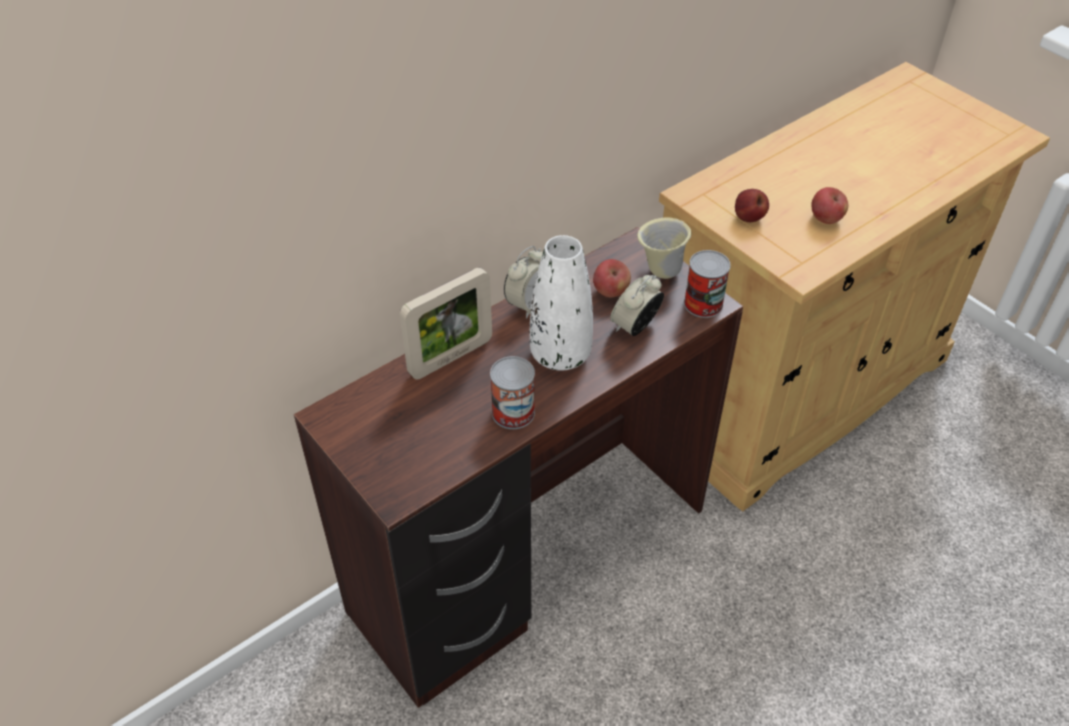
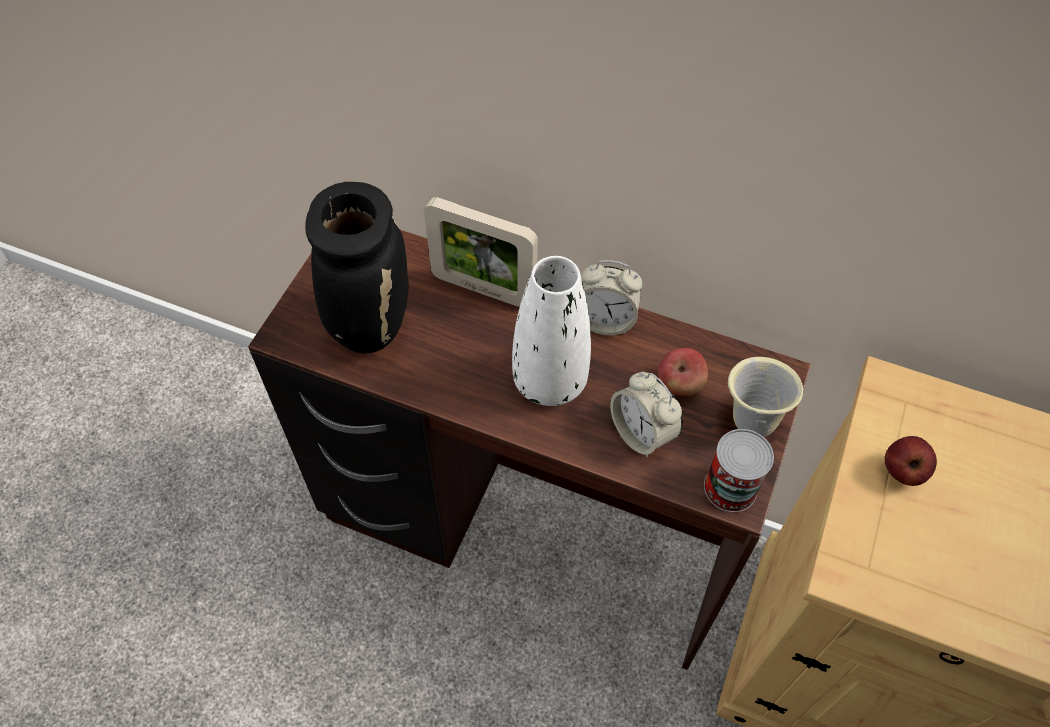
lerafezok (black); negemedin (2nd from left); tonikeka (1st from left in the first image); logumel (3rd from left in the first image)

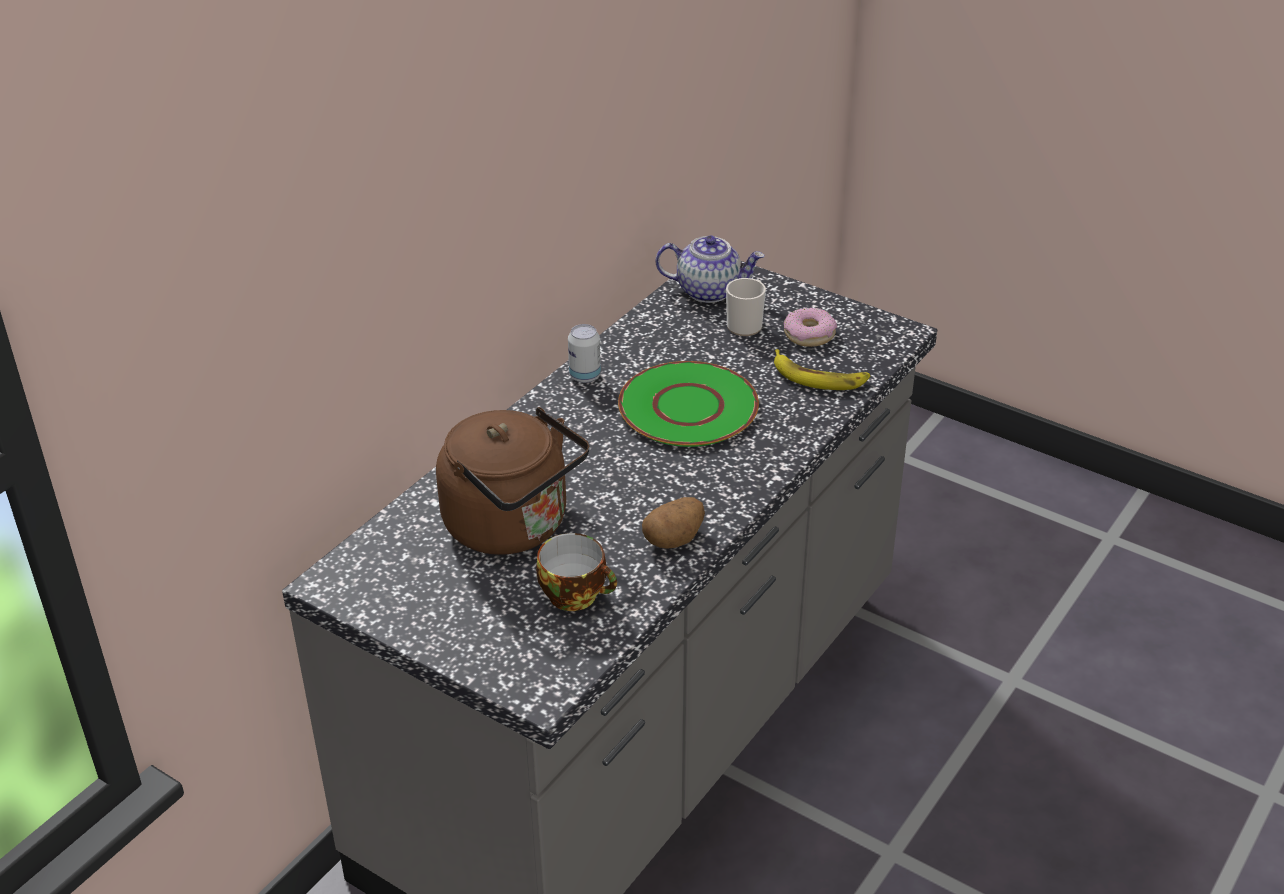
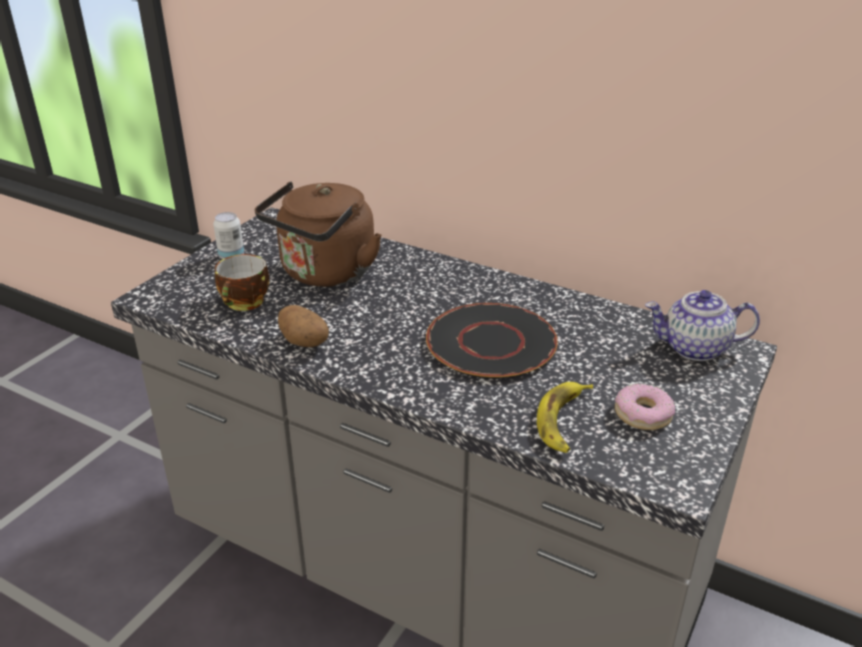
tonikeka; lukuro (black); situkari; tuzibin

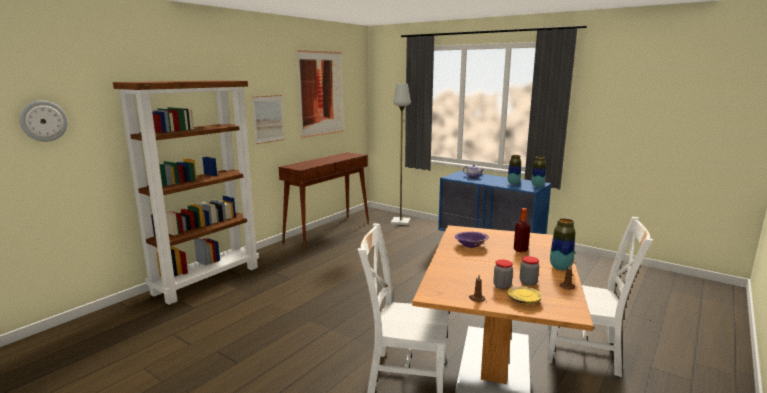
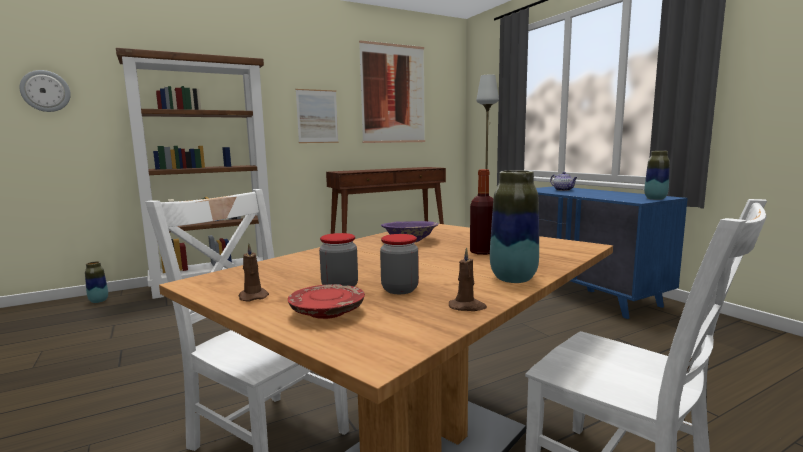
lerafezok (1st from left); lukuro (red)

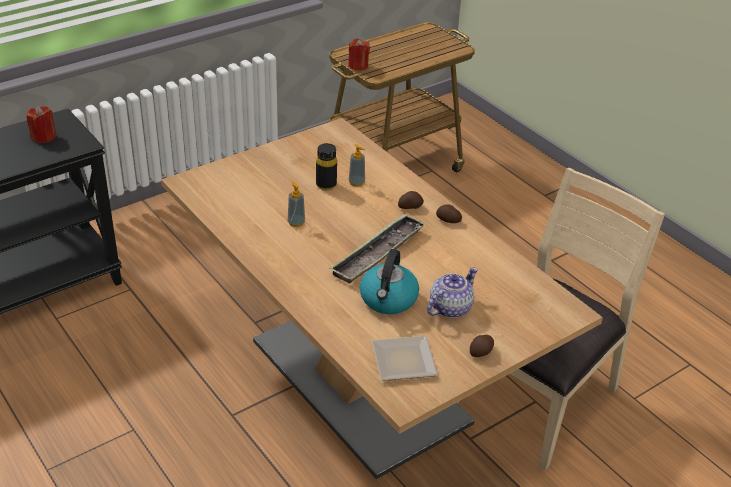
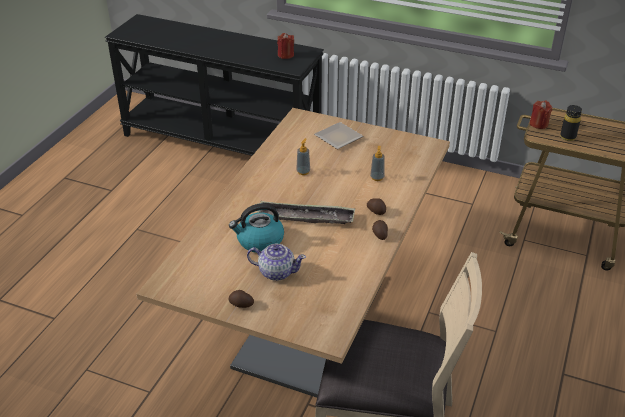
lukuro; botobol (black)

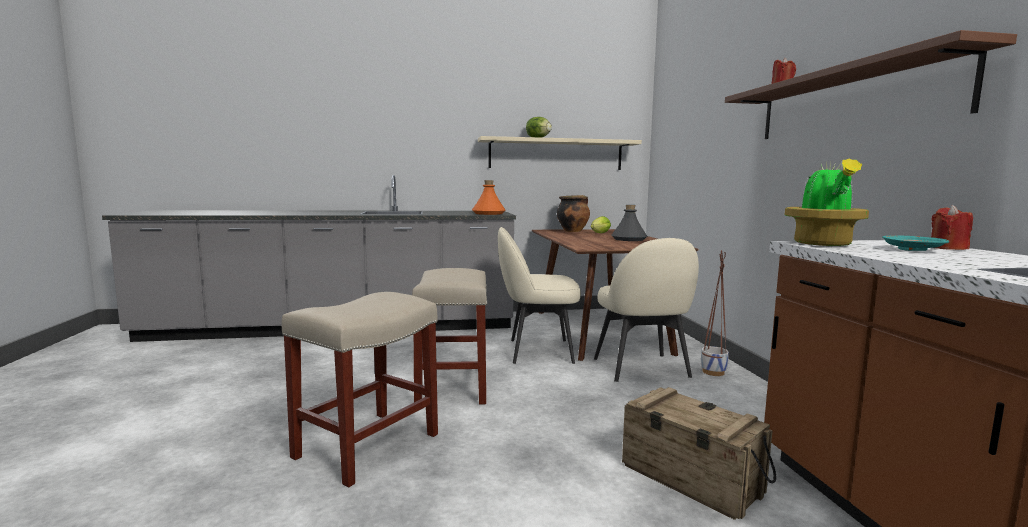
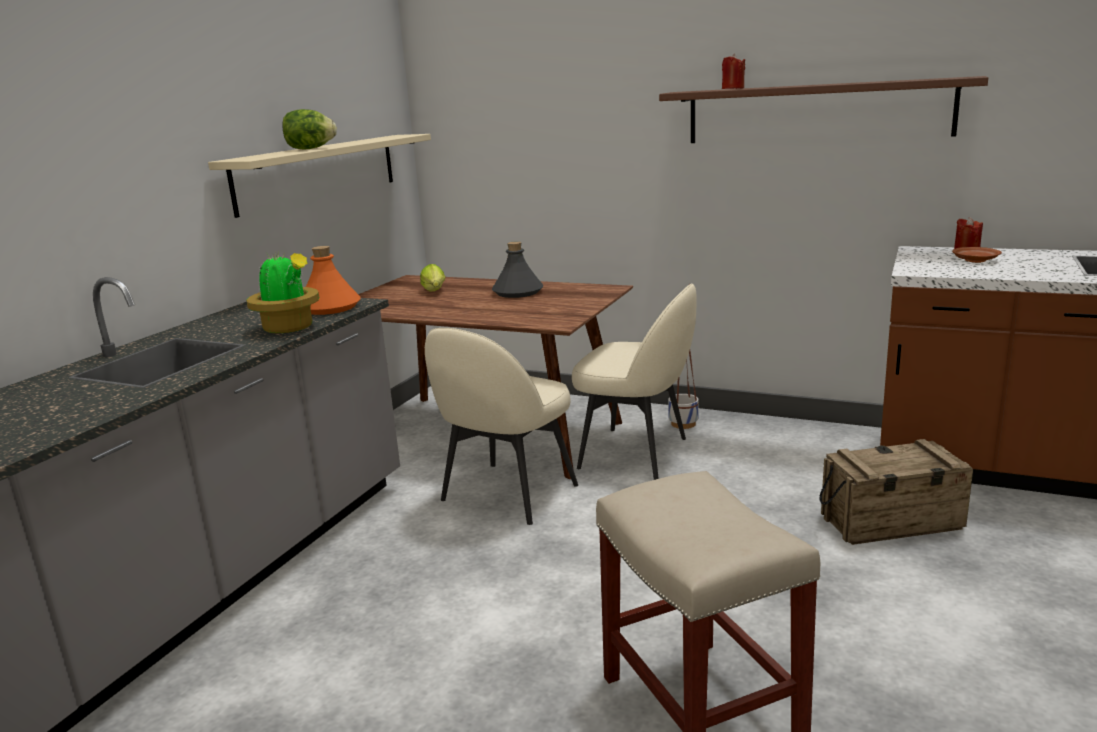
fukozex; lukuro (brown); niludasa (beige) (2nd from left in the first image); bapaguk

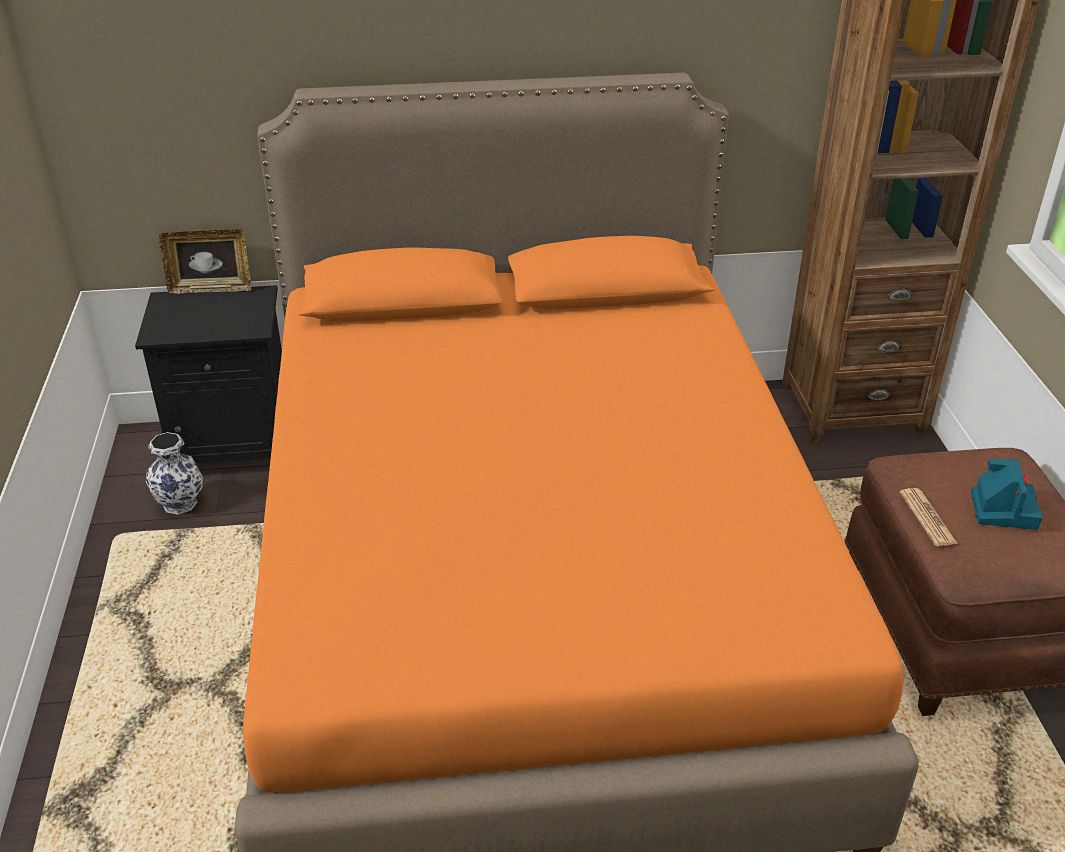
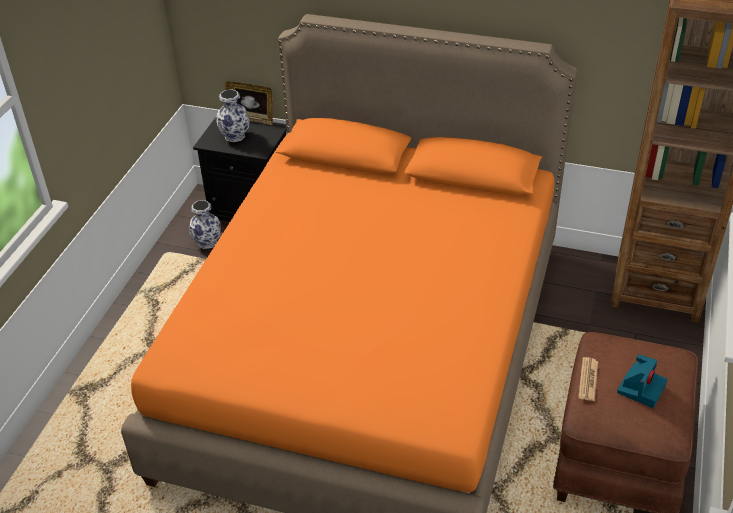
lerafezok (2nd from left)

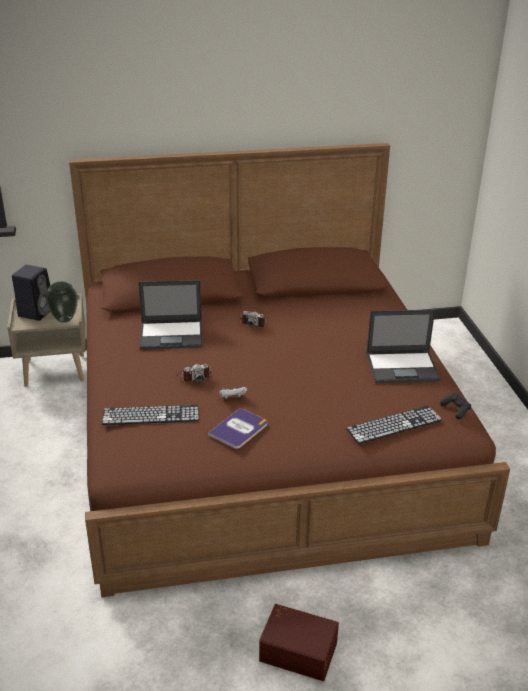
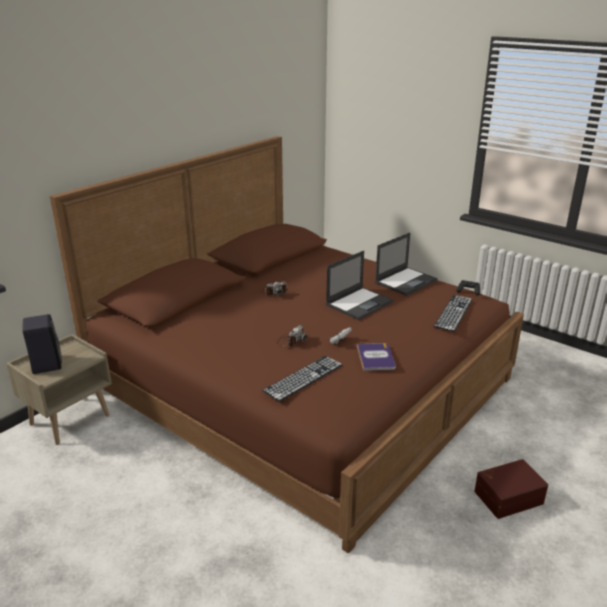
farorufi (1st from left); lerafezok

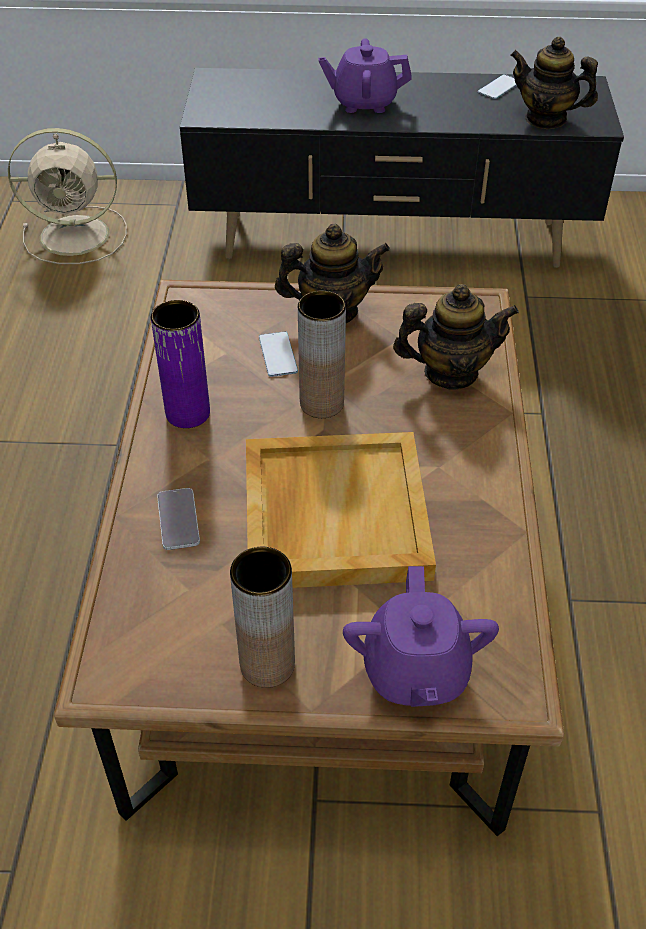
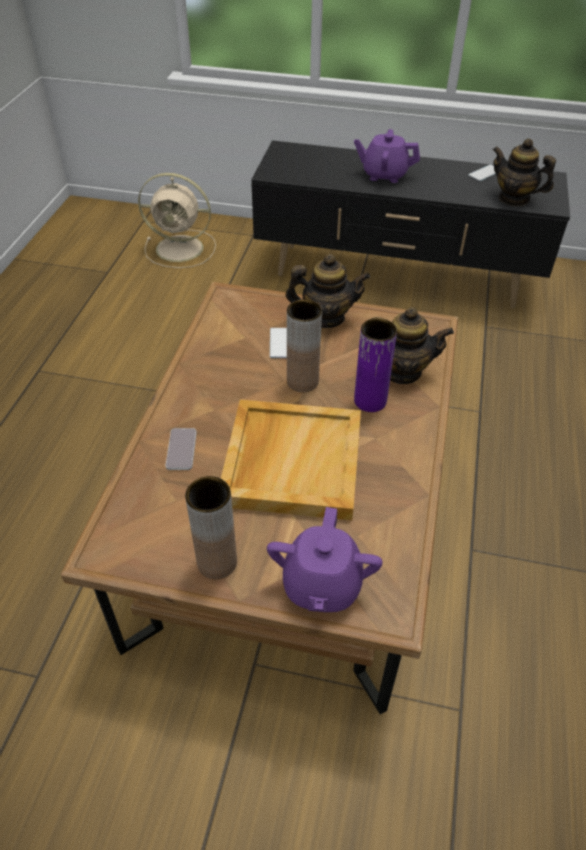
lerafezok (purple)

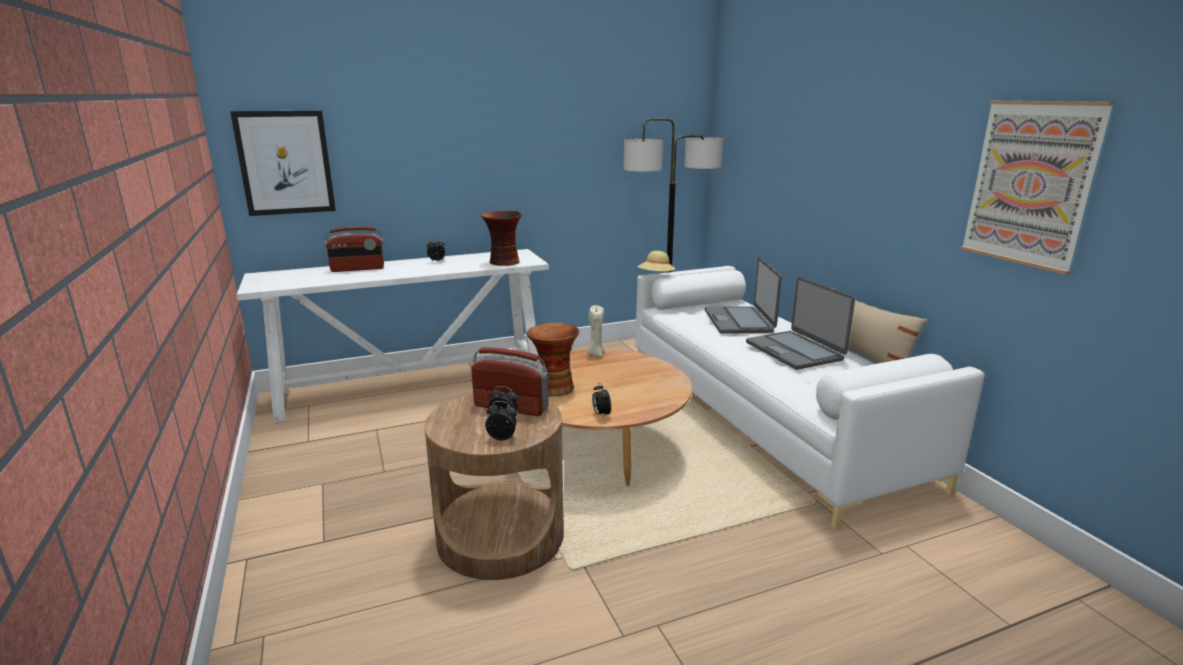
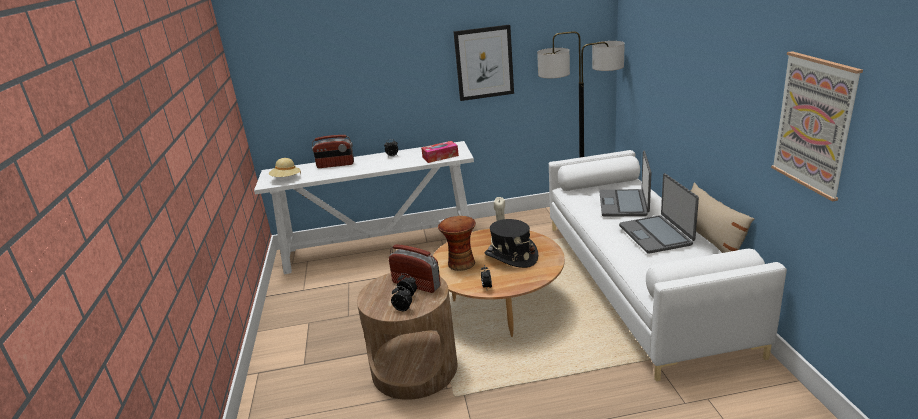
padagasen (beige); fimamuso; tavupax (1st from left); padagasen (black)

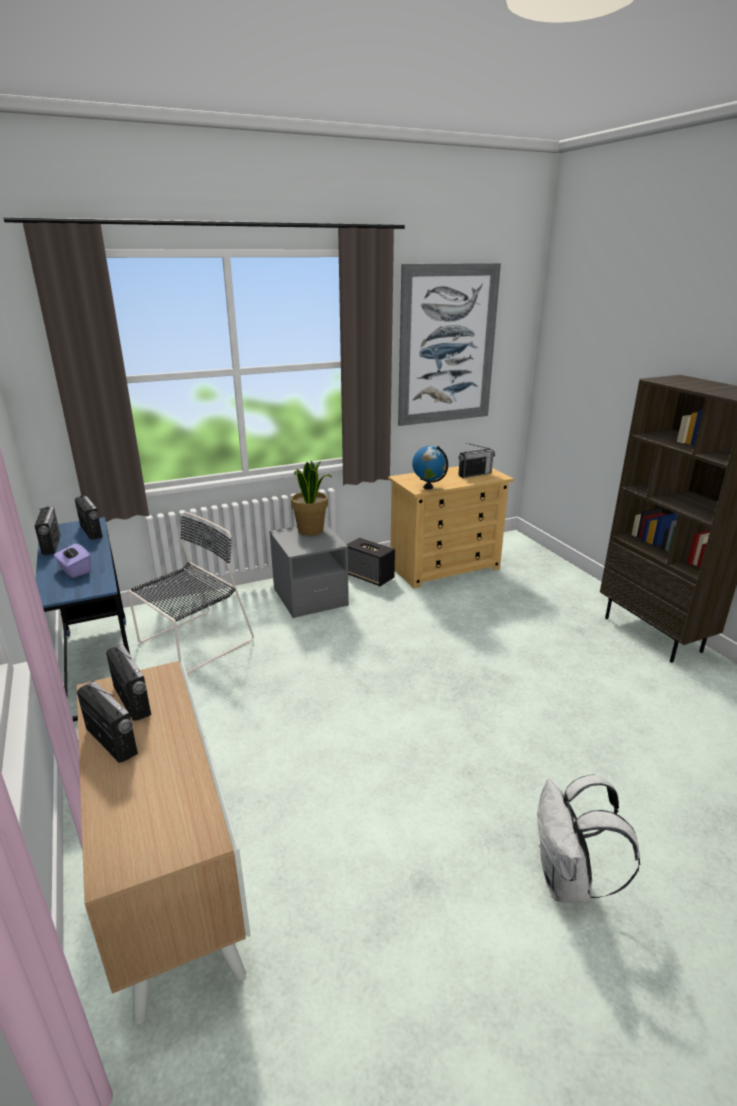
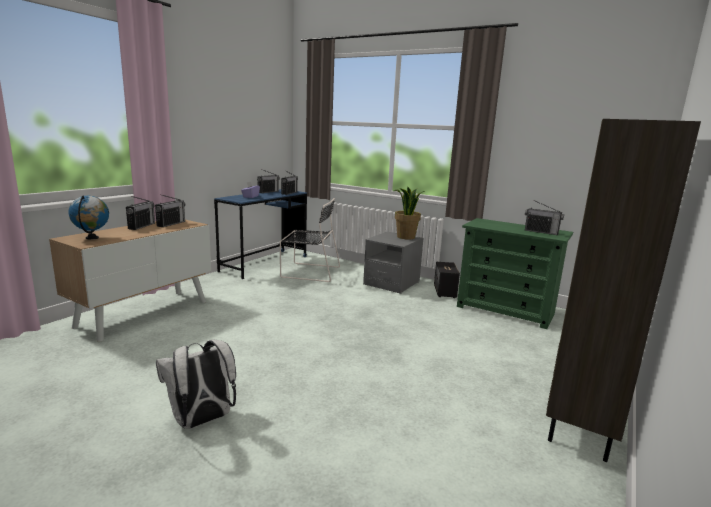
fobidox; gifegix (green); tavupax

